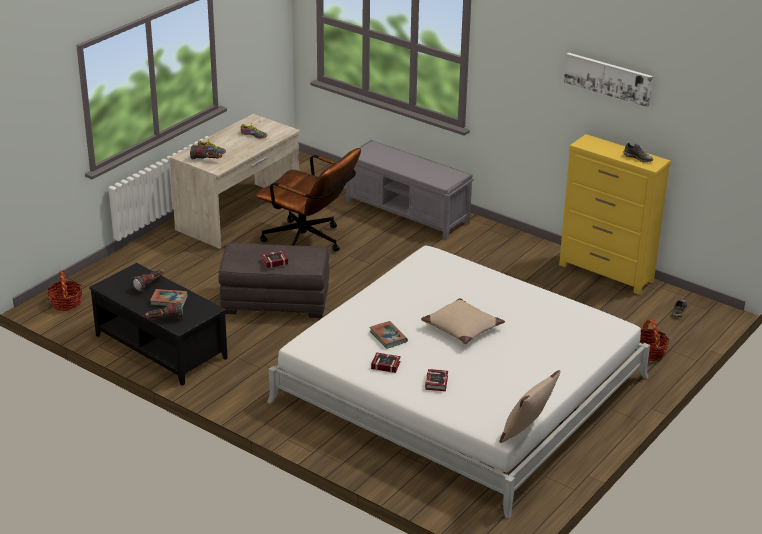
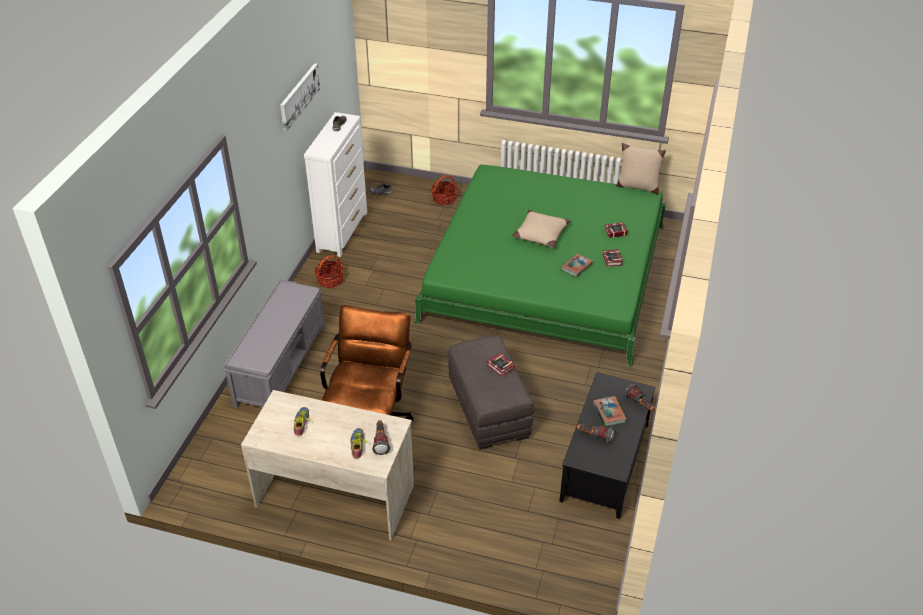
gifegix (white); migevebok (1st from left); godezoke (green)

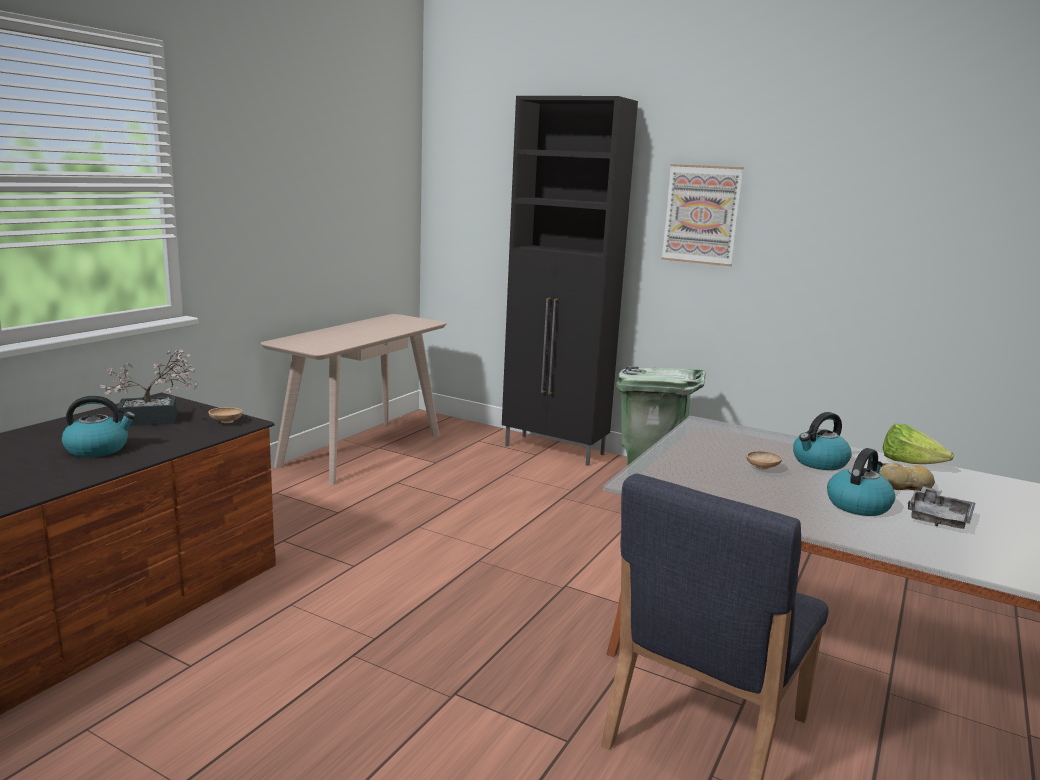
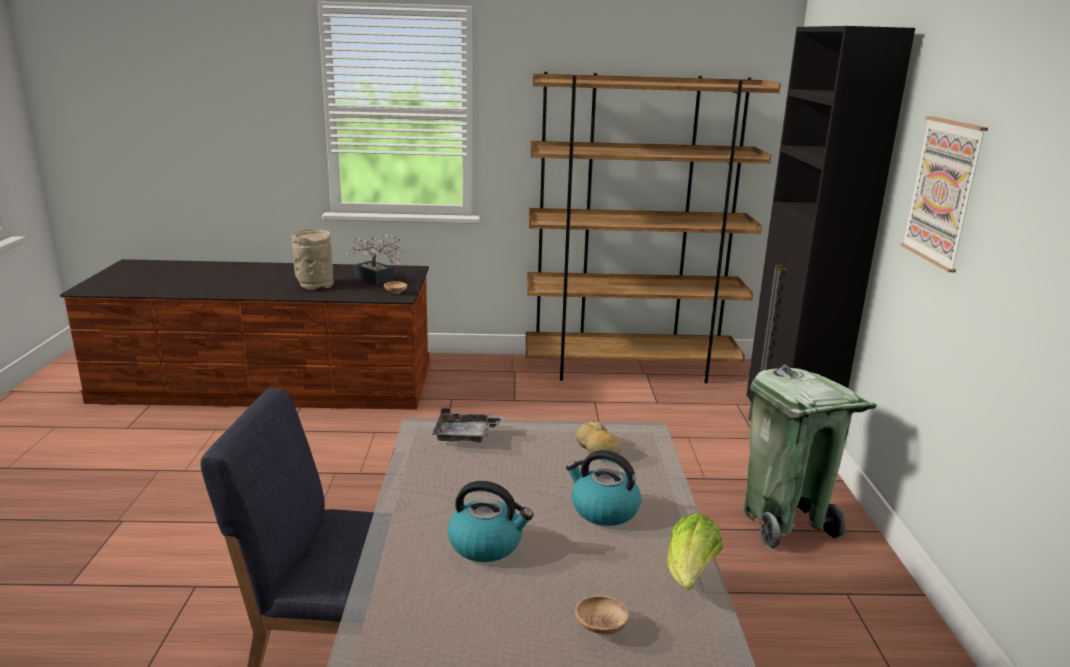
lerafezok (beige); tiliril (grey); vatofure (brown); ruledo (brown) (2nd from left); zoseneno

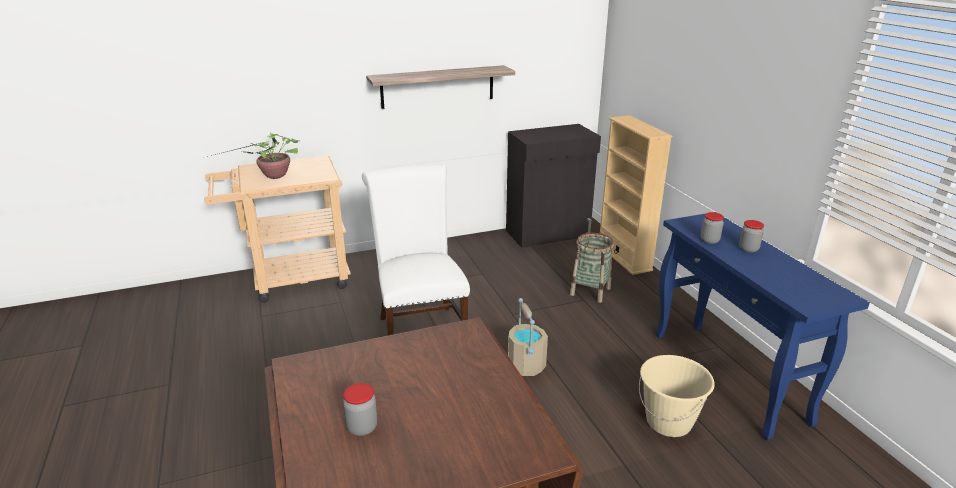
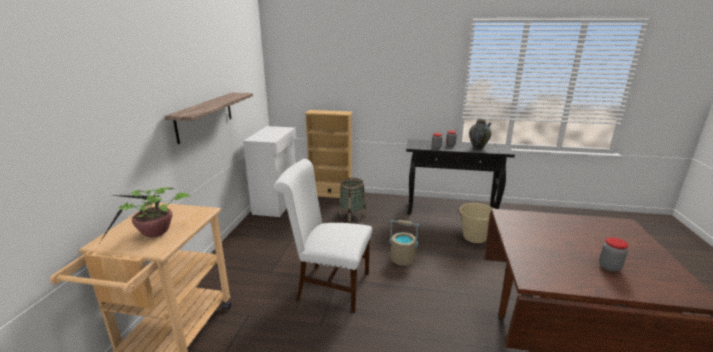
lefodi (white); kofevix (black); lerafezok

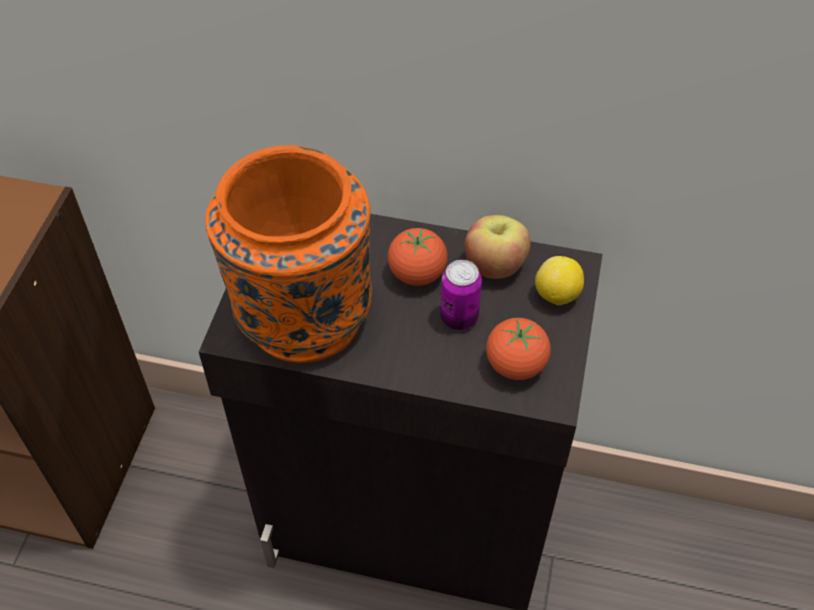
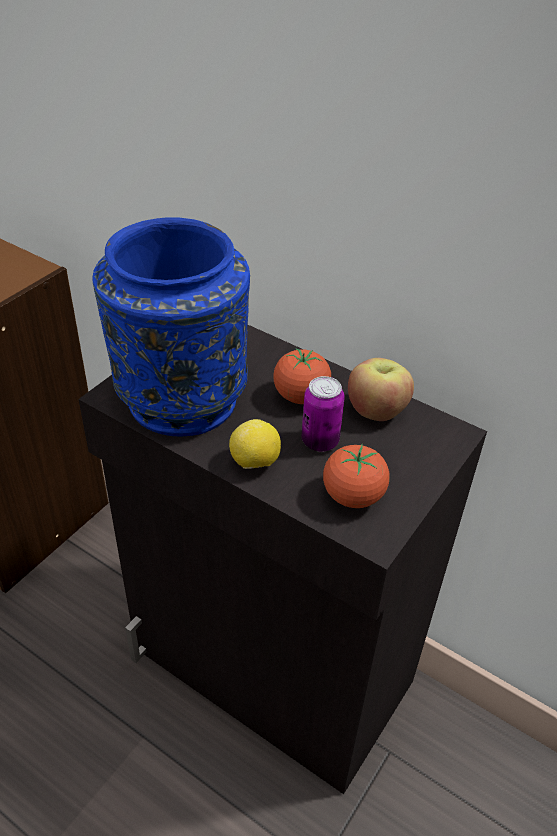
lerafezok (blue); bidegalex

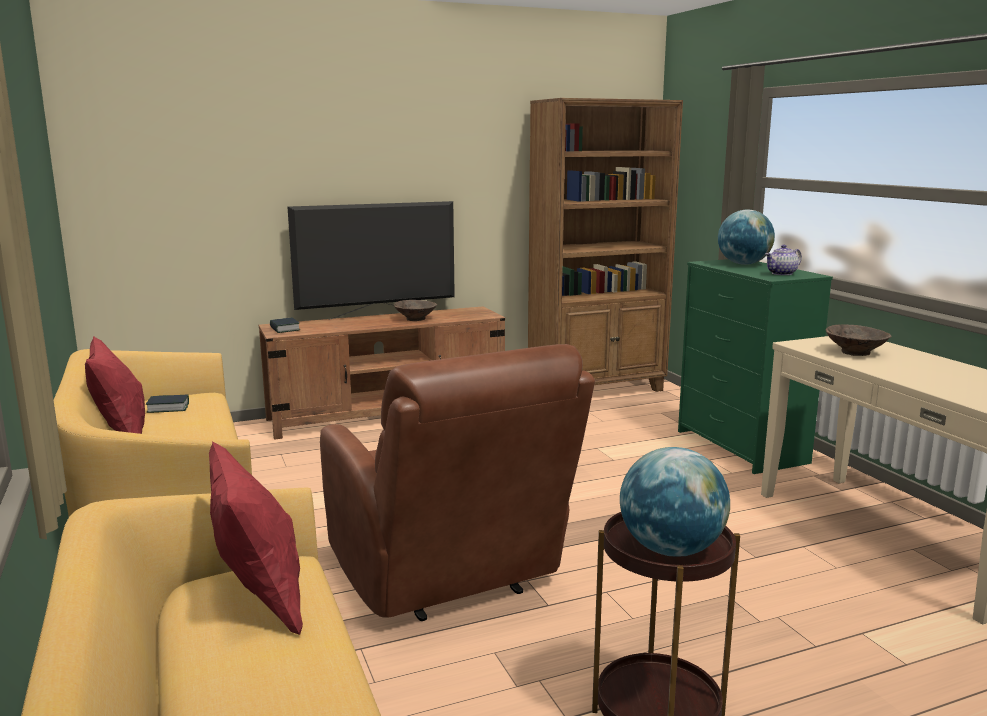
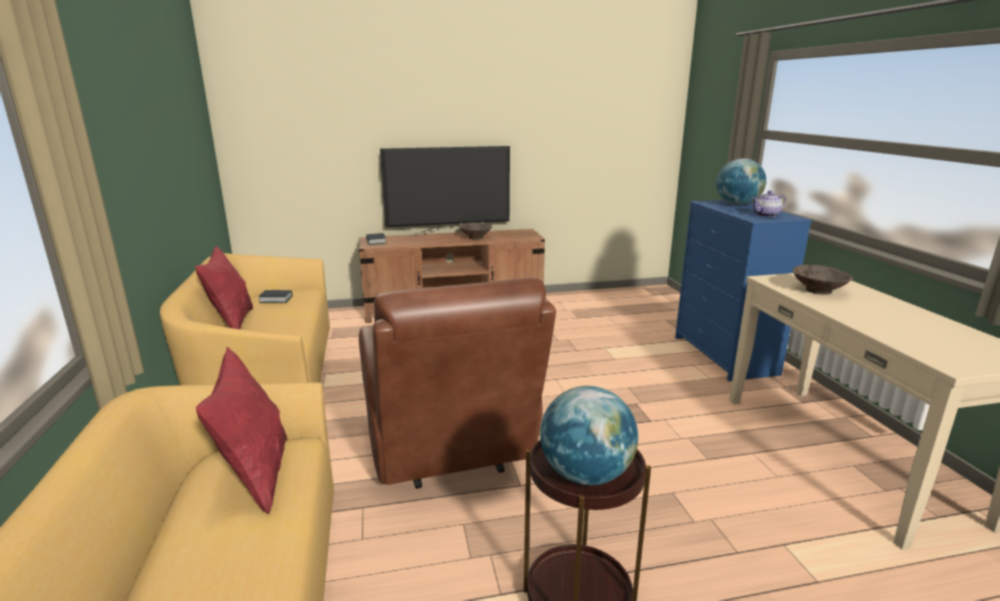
gifegix (blue); vatofure (brown)

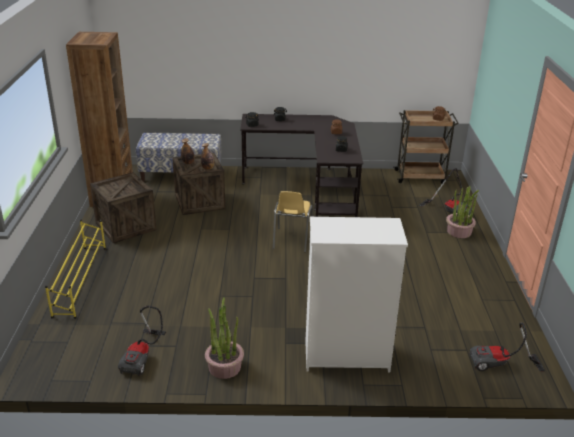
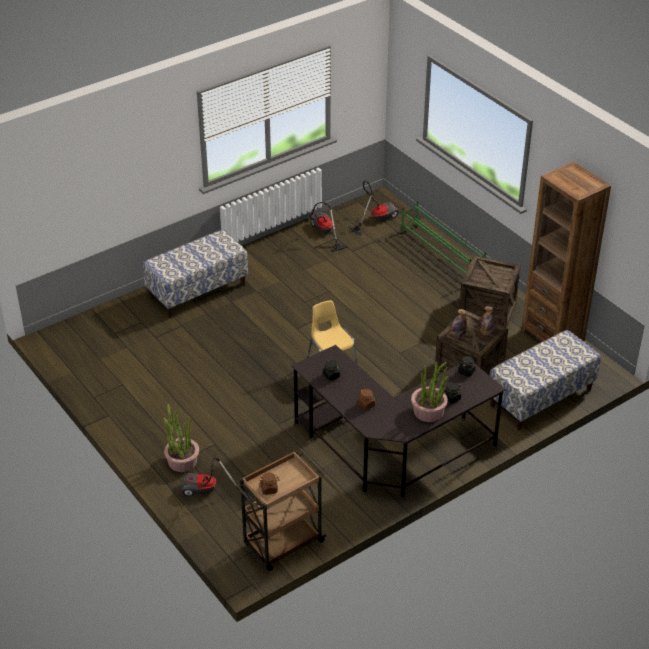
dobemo (1st from left); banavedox (3rd from left); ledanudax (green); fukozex (2nd from left)

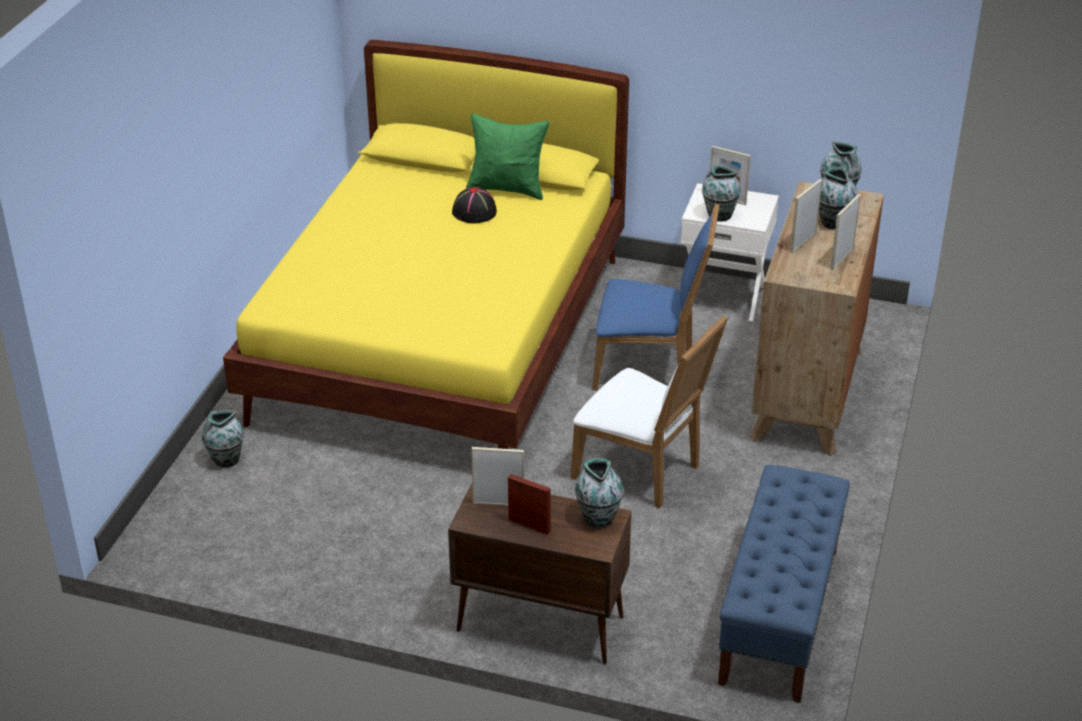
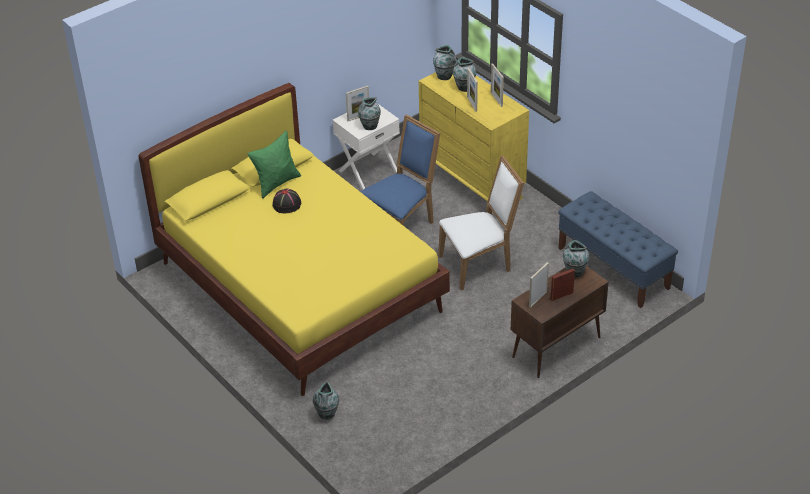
gifegix (yellow)

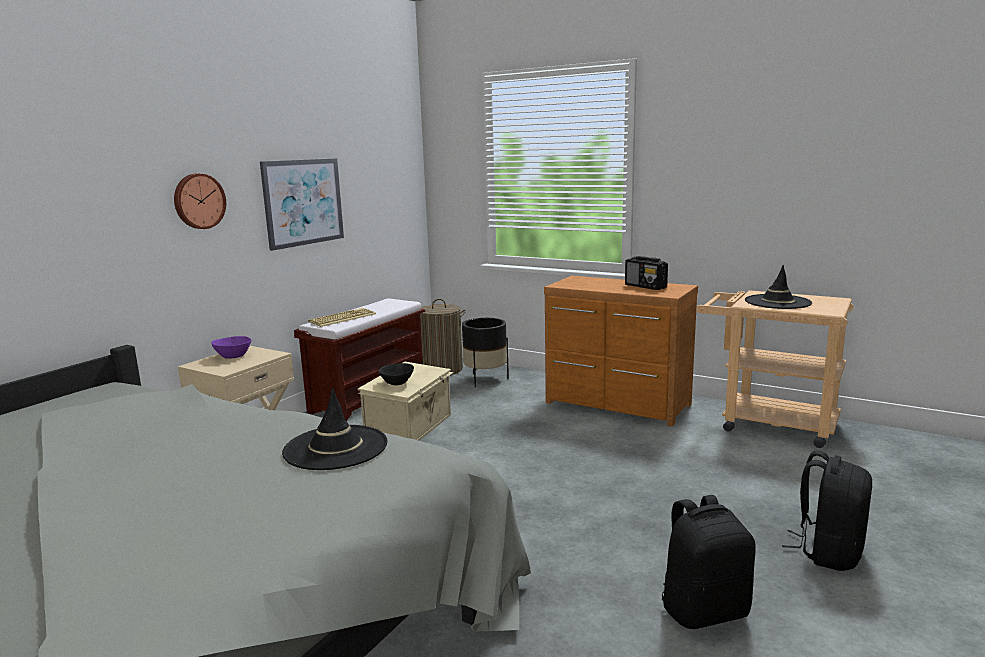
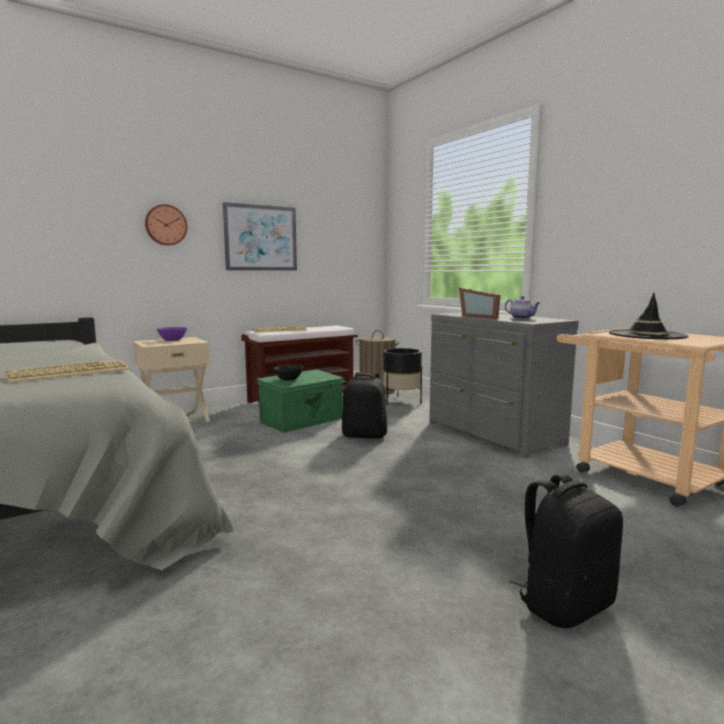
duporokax (1st from left); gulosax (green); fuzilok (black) (1st from left); gifegix (grey); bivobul; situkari

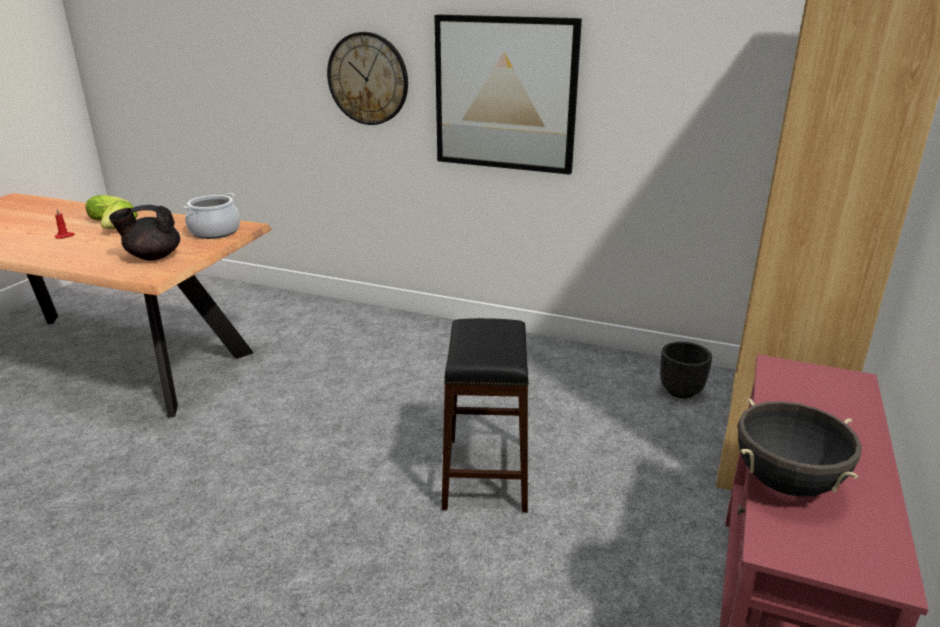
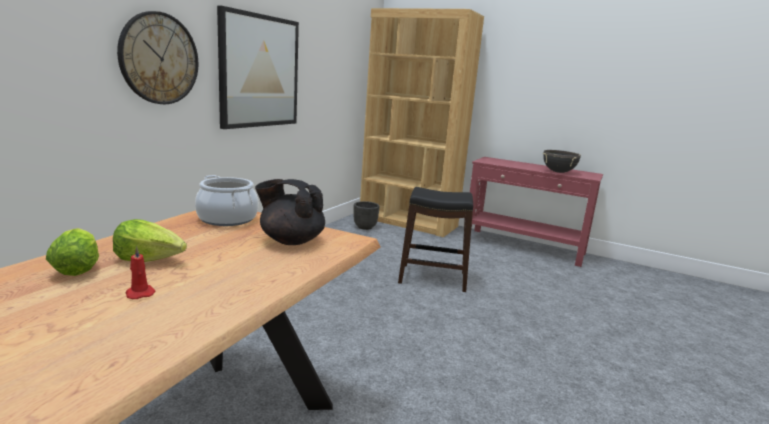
situkari (black)

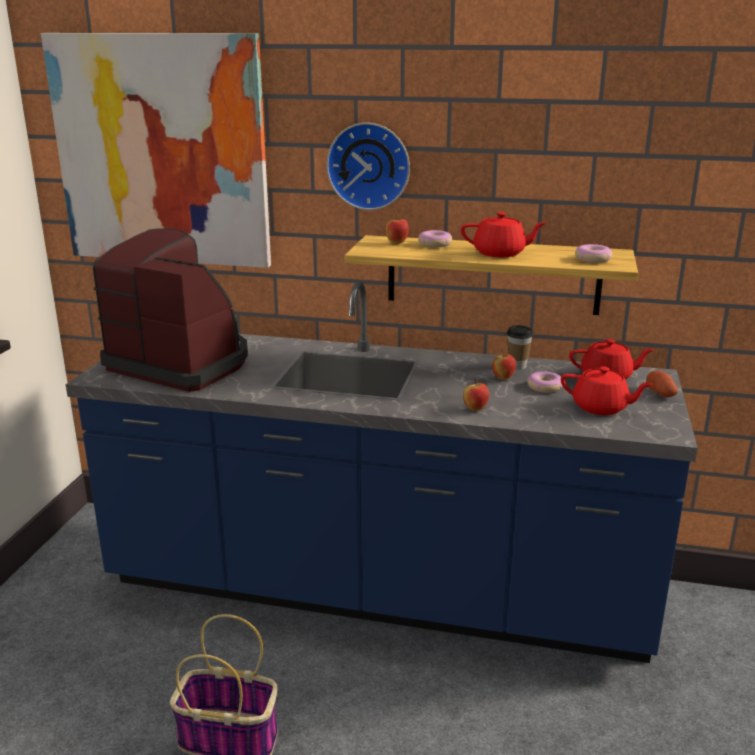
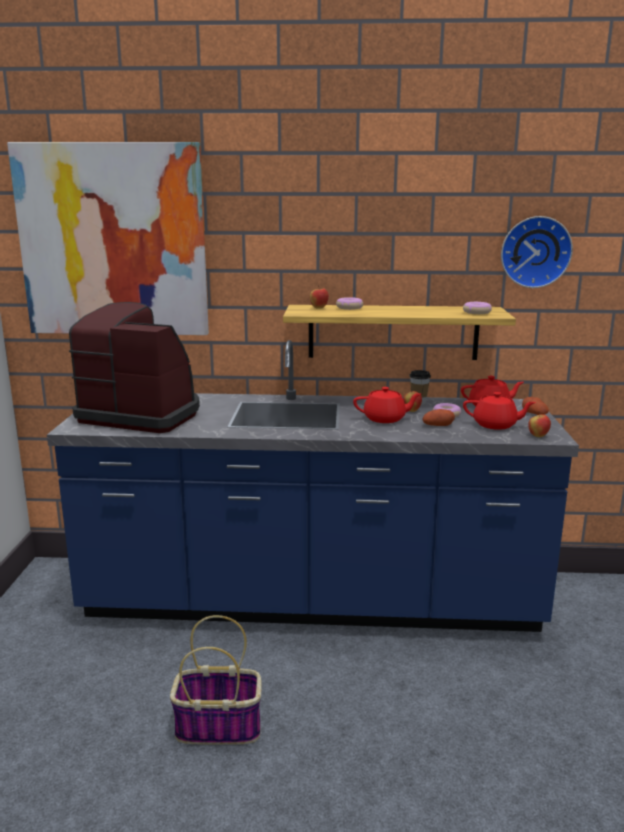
situkari (red) (1st from left); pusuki (1st from left); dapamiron; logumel (3rd from left)

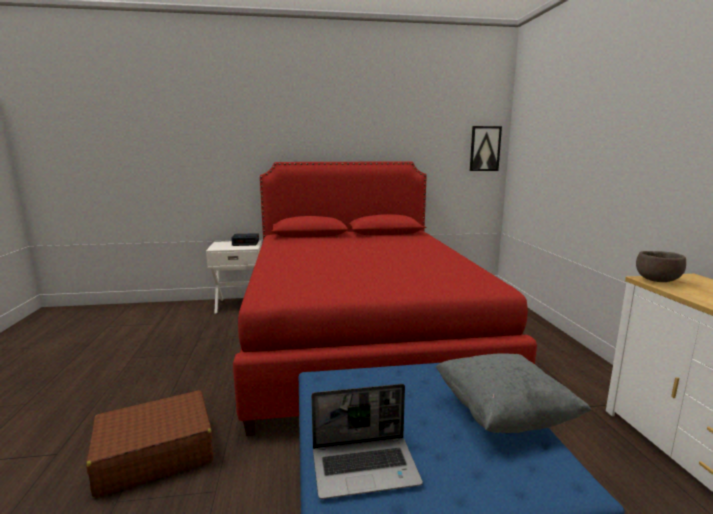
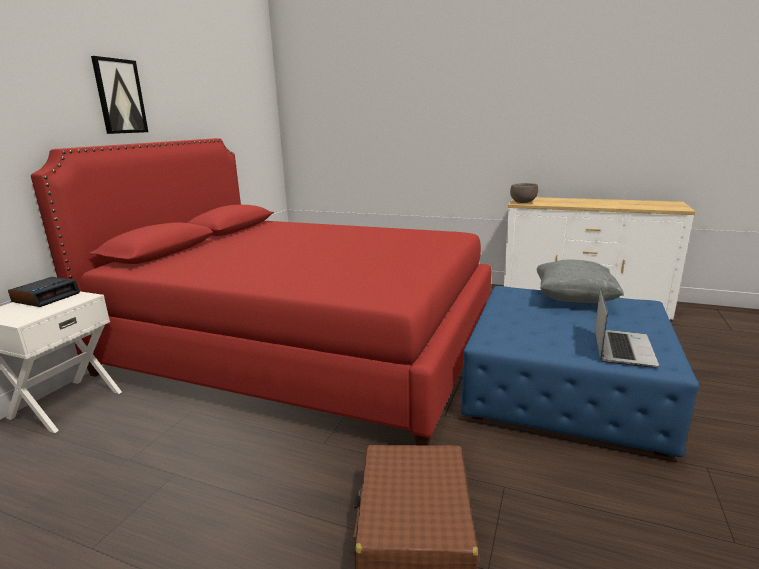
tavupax

